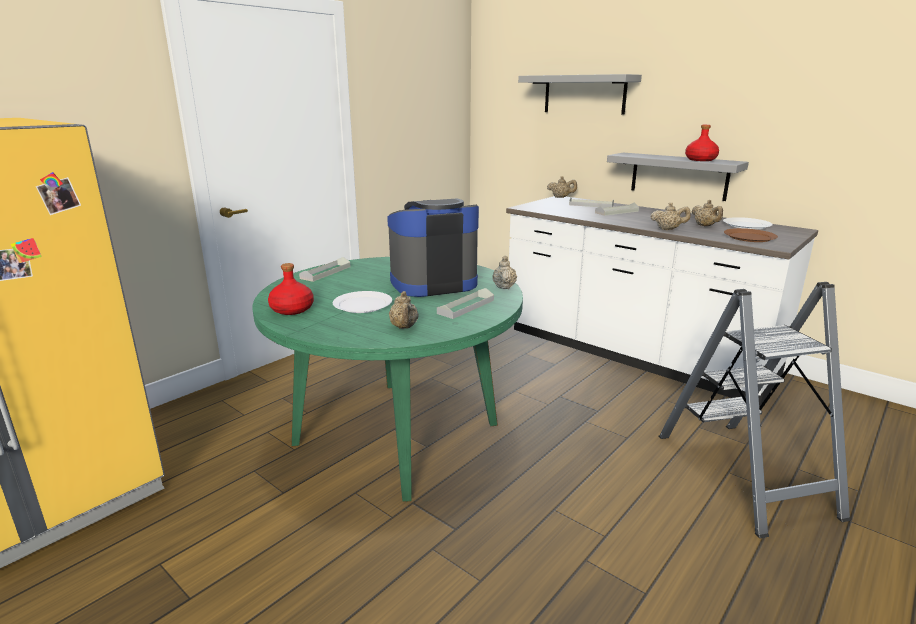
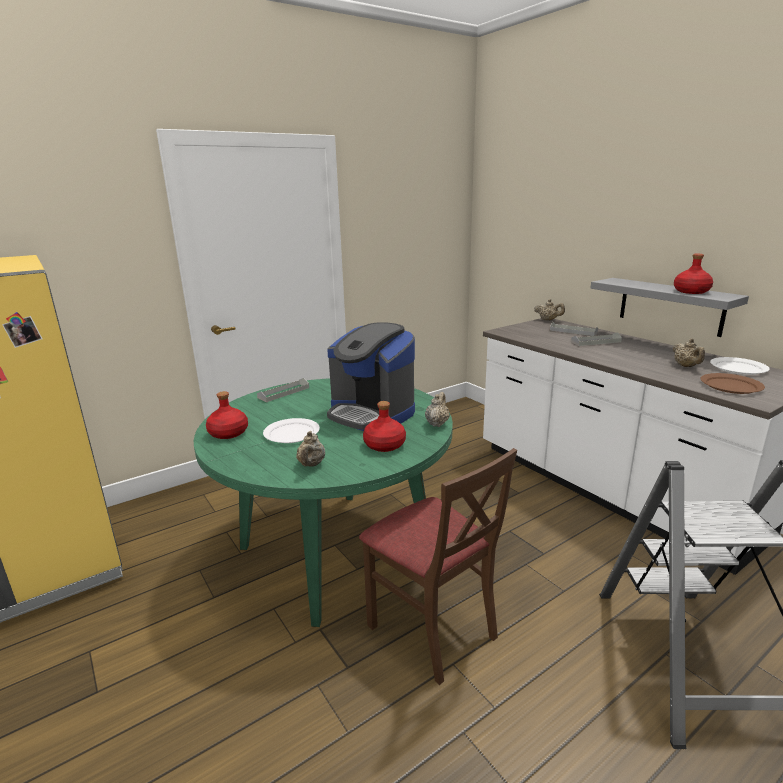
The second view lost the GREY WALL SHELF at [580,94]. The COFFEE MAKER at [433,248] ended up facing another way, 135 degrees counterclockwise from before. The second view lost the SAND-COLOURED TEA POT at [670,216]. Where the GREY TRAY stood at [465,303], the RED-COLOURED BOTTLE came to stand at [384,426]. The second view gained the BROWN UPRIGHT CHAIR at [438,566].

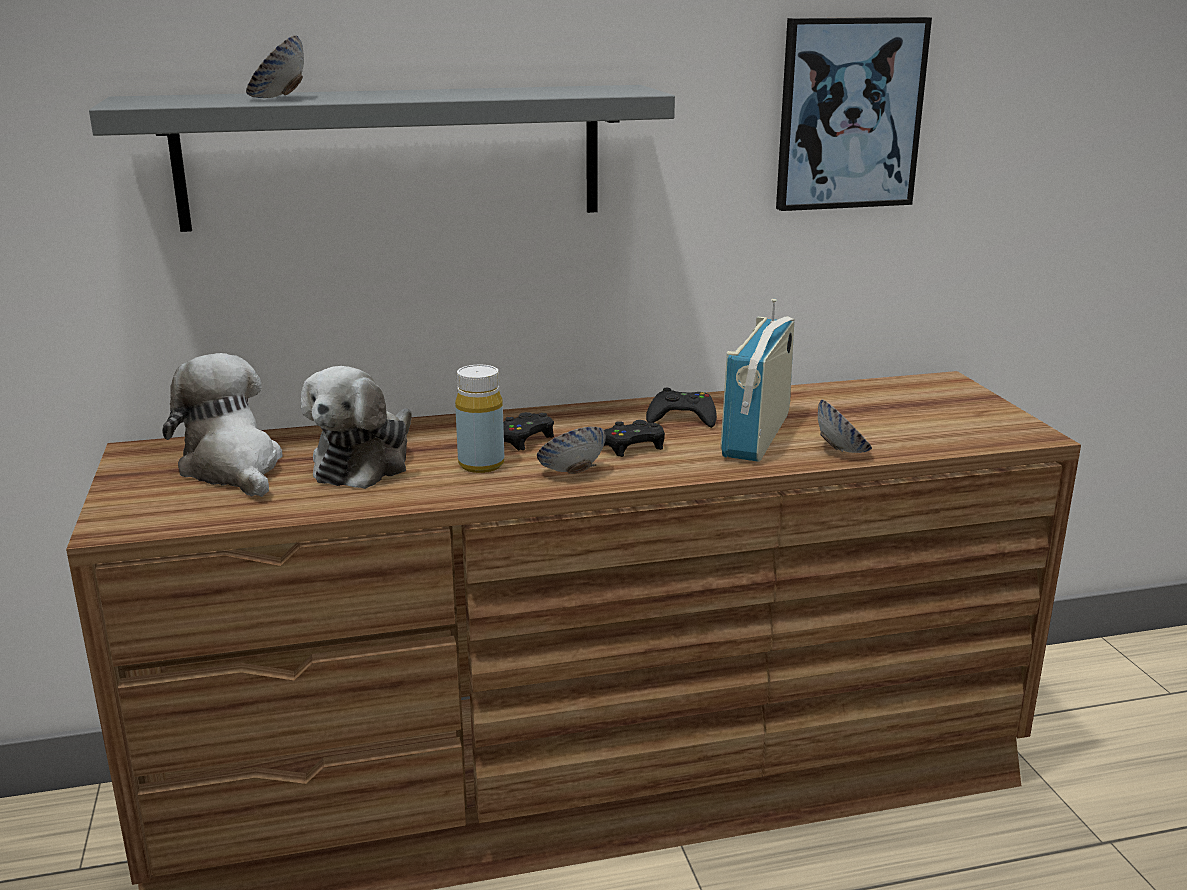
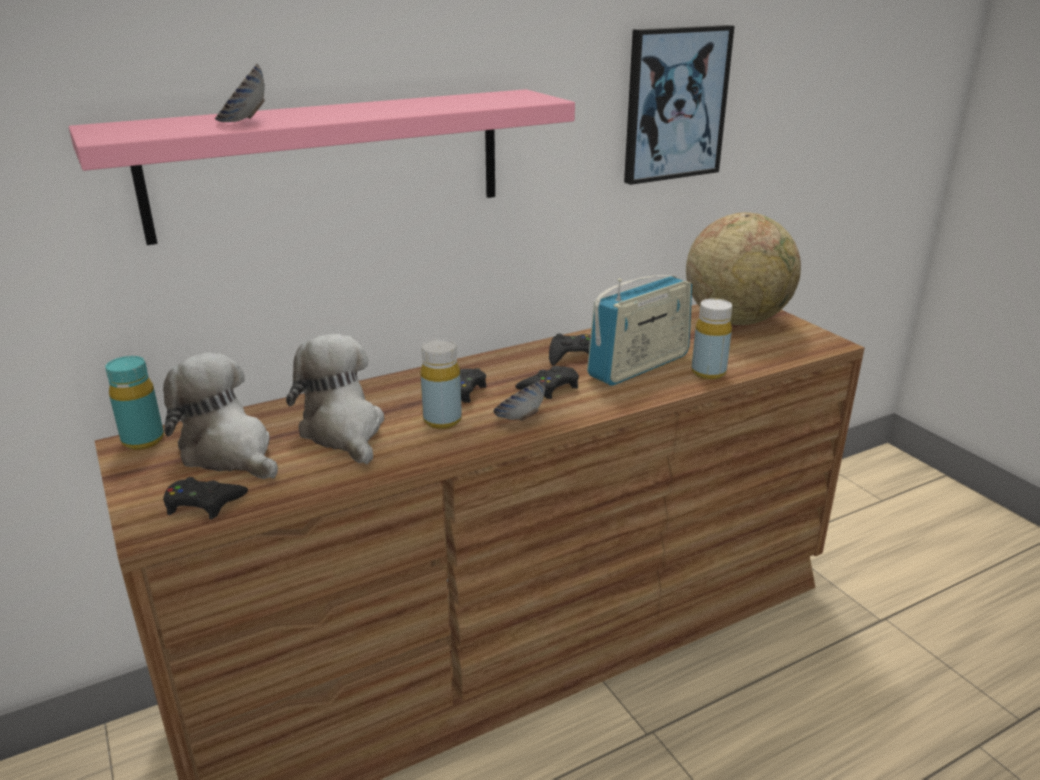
What was the GREY WALL SHELF at [382,158] turned into the PINK WALL SHELF at [322,167]. The RADIO SET at [758,380] ended up facing another way, 135 degrees counterclockwise from before. The SOFT TOY at [356,427] ended up facing another way, 150 degrees clockwise from before. Where the BOWL stood at [845,426], the YELLOWISH BOTTLE came to stand at [711,339]. The second view gained the WORLD GLOBE at [743,268]. The second view gained the BLUE-GREEN BOTTLE at [134,403]. The second view gained the BLACKISH GAME CONTROLLER at [205,498].

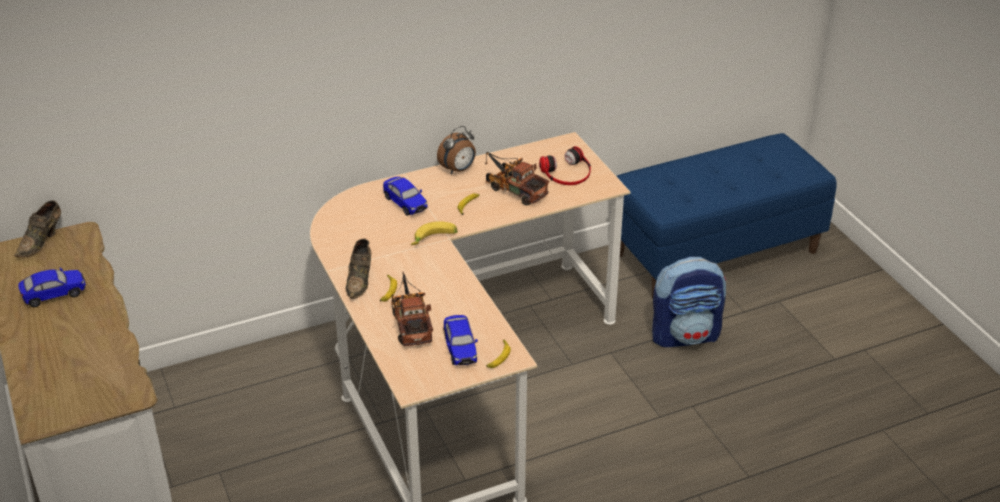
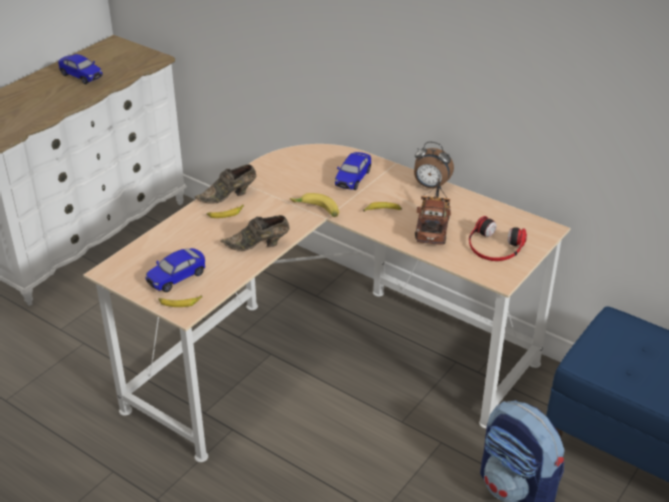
The BROWN SHOE ended up elsewhere, having gone from [37,229] to [255,233]. The second view lost the MODEL TRUCK at [412,309].

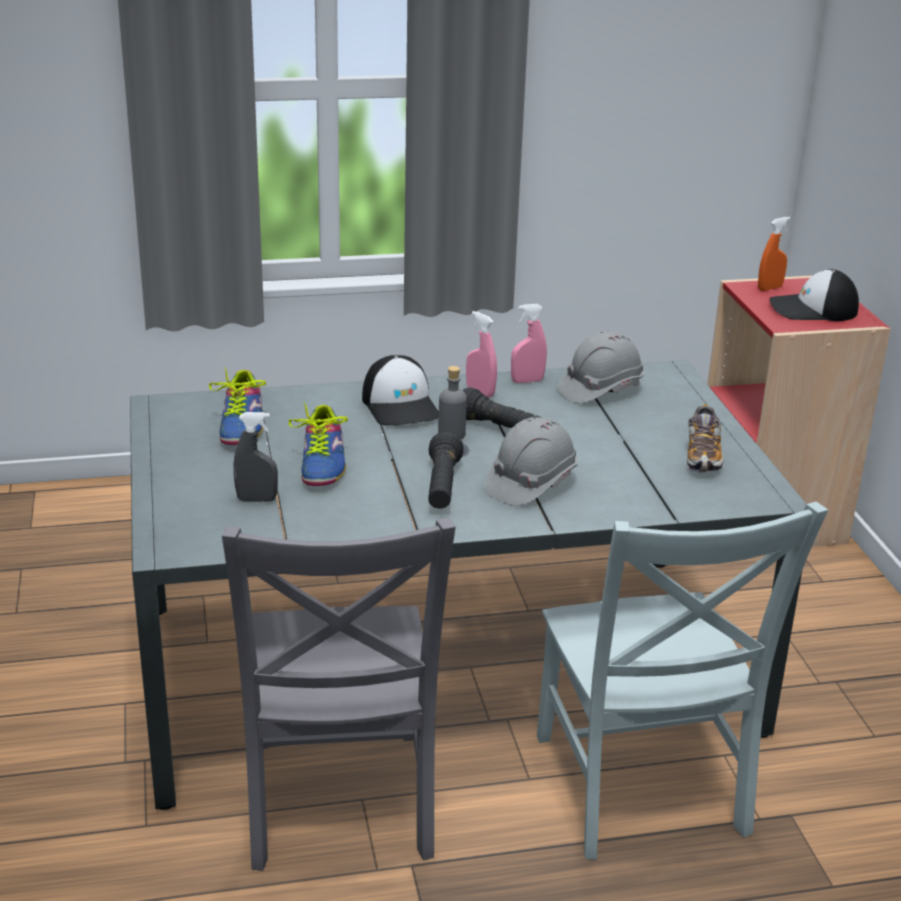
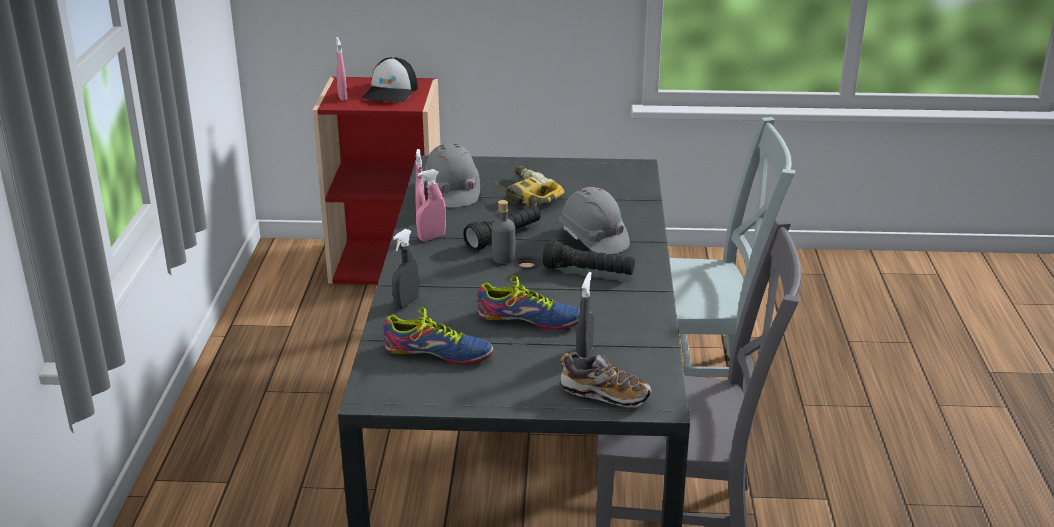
What was the ORANGEY SPRAY BOTTLE at [774,254] turned into the PINK SPRAY BOTTLE at [342,69]. The second view lost the CAP at [400,390]. The SHOE ended up elsewhere, having gone from [705,438] to [606,380]. The second view gained the ELECTRIC DRILL at [529,186]. The second view gained the GREY SPRAY BOTTLE at [405,269].

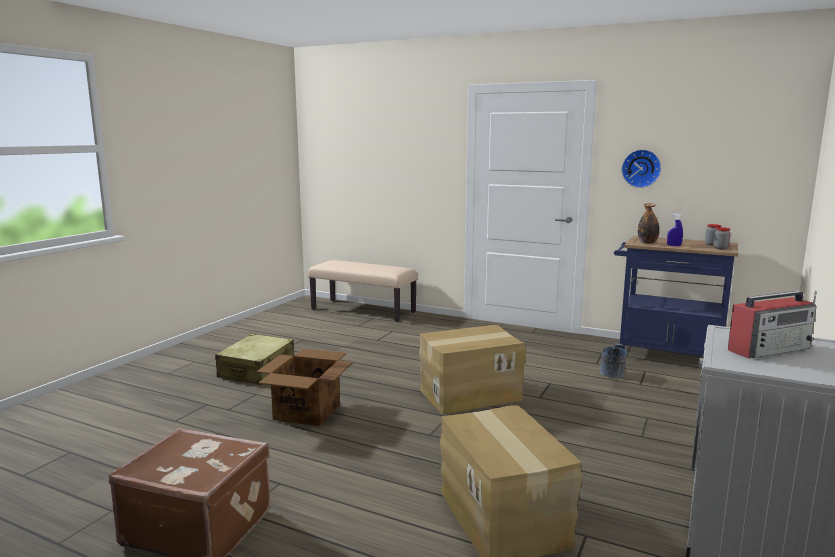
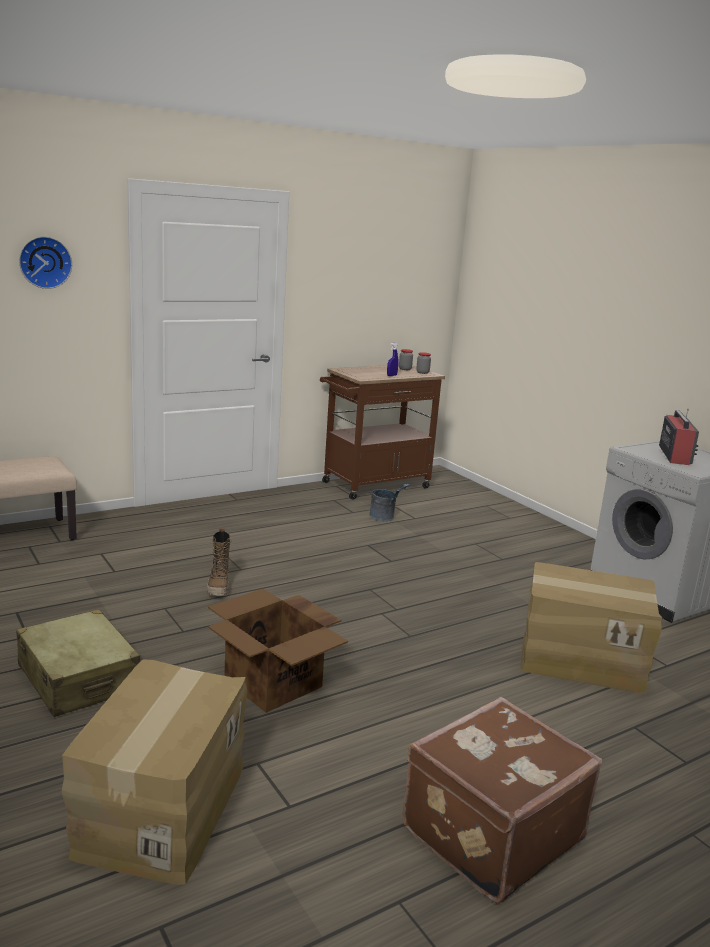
The WALL CLOCK ended up elsewhere, having gone from [641,168] to [45,262]. The second view lost the BOTTLE at [648,223]. What was the BLUE-COLOURED CART at [676,296] turned into the BROWN CART at [382,432]. The CARTON ended up elsewhere, having gone from [472,369] to [154,772]. The second view gained the HIGH-TOP BOOT at [219,562].

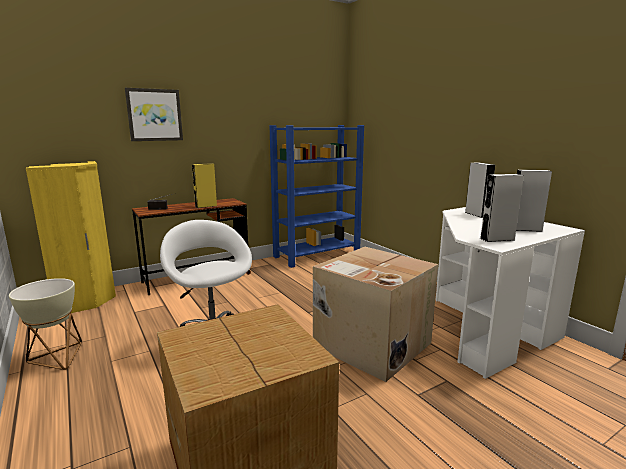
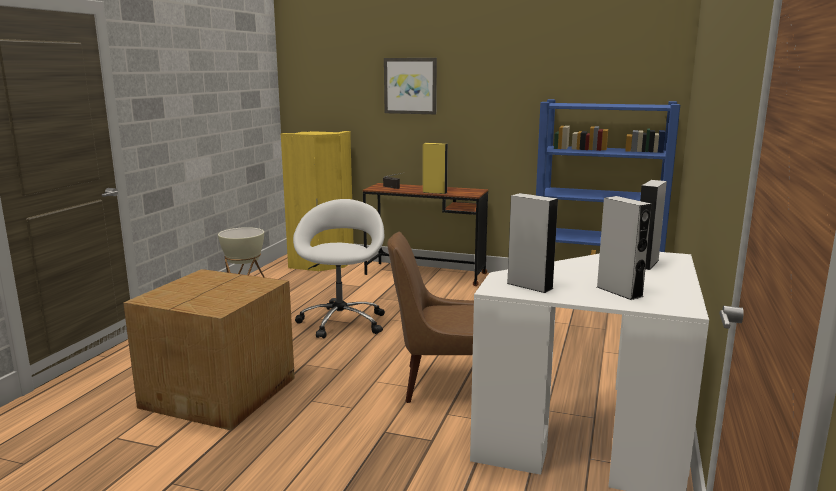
Where the CARTON stood at [375,314], the BROWN UPRIGHT CHAIR came to stand at [430,317].

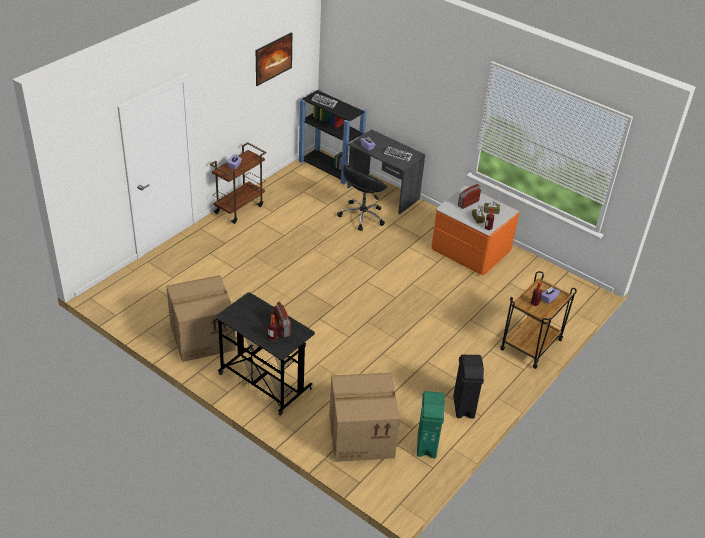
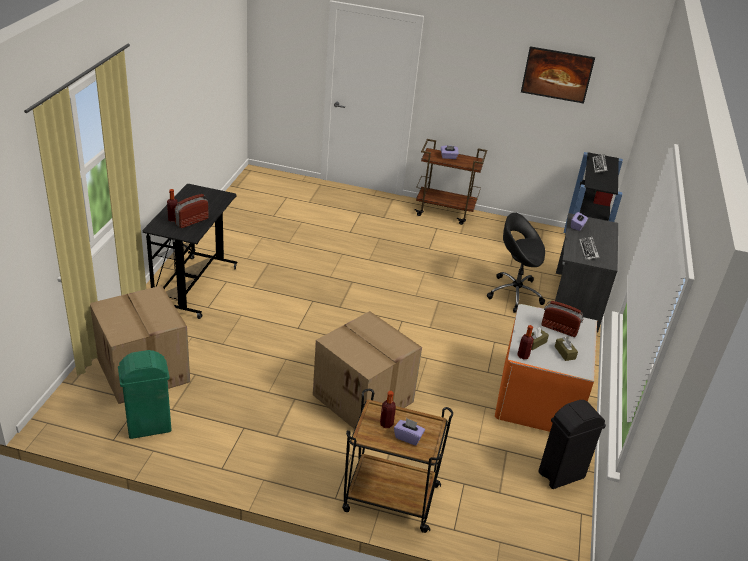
The CARTON ended up elsewhere, having gone from [201,318] to [367,370]. The BLACKISH TRASH CAN ended up elsewhere, having gone from [468,386] to [572,444].

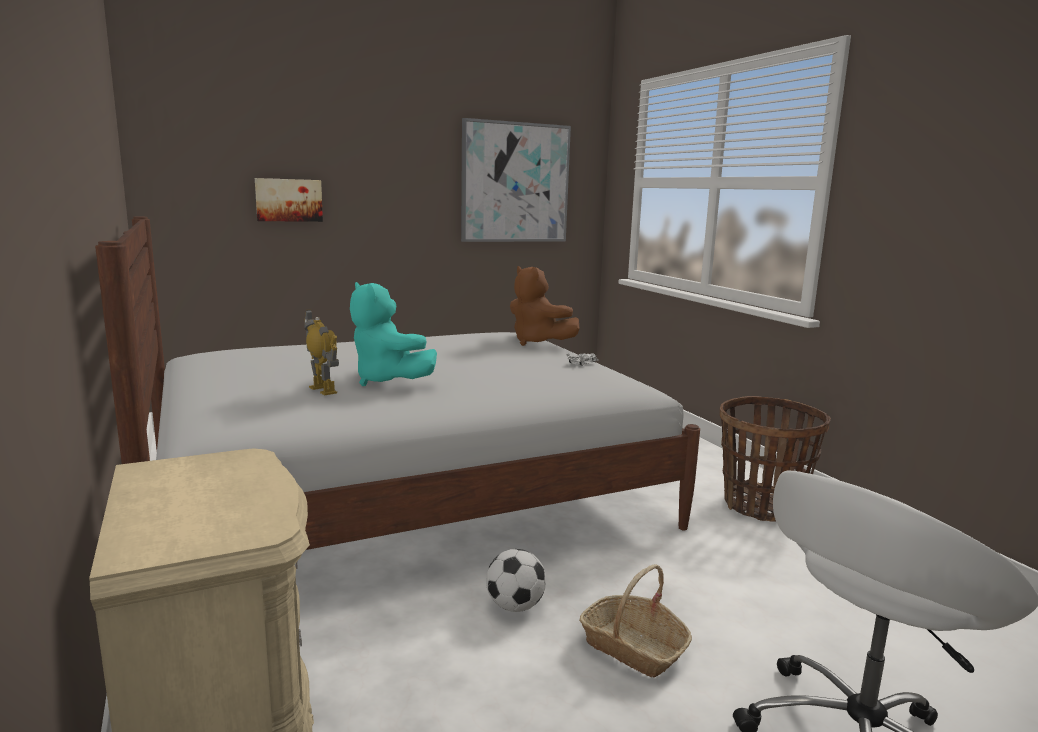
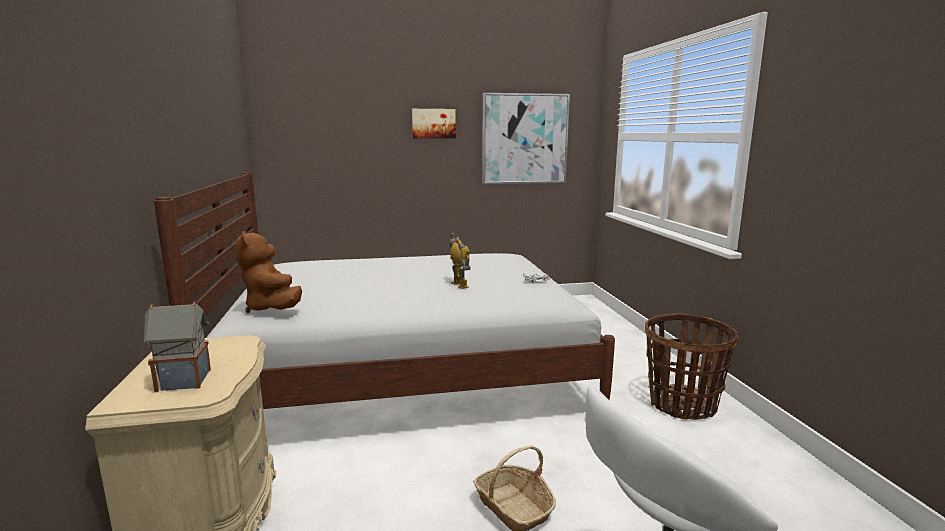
The WALL PICTURE ended up elsewhere, having gone from [289,200] to [434,123]. The BROWN SOFT TOY ended up elsewhere, having gone from [544,306] to [268,272]. The second view lost the BLUE-GREEN SOFT TOY at [393,334]. The ROBOT FIGURE ended up elsewhere, having gone from [321,352] to [459,260]. The second view lost the FOOTBALL at [516,580]. The second view gained the MODEL HOUSE at [177,347].

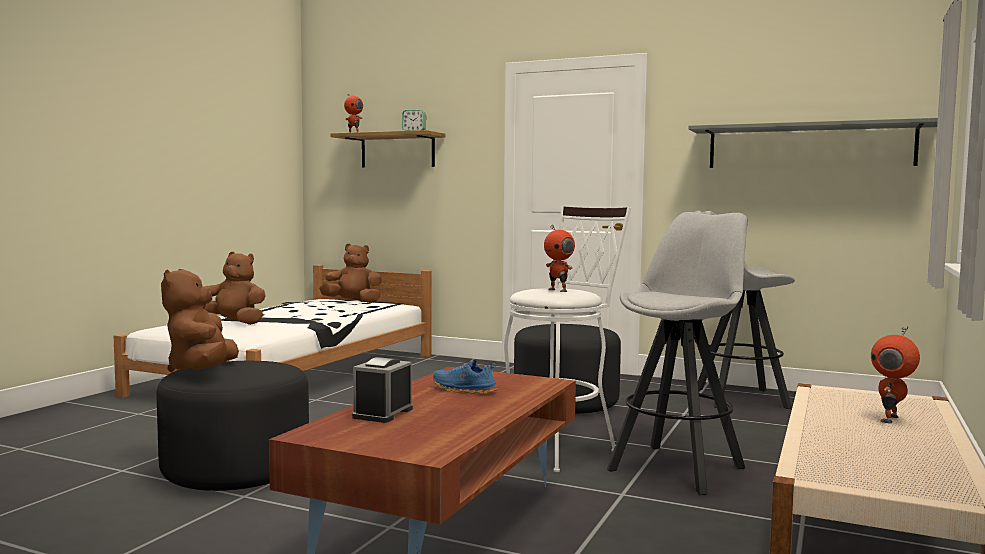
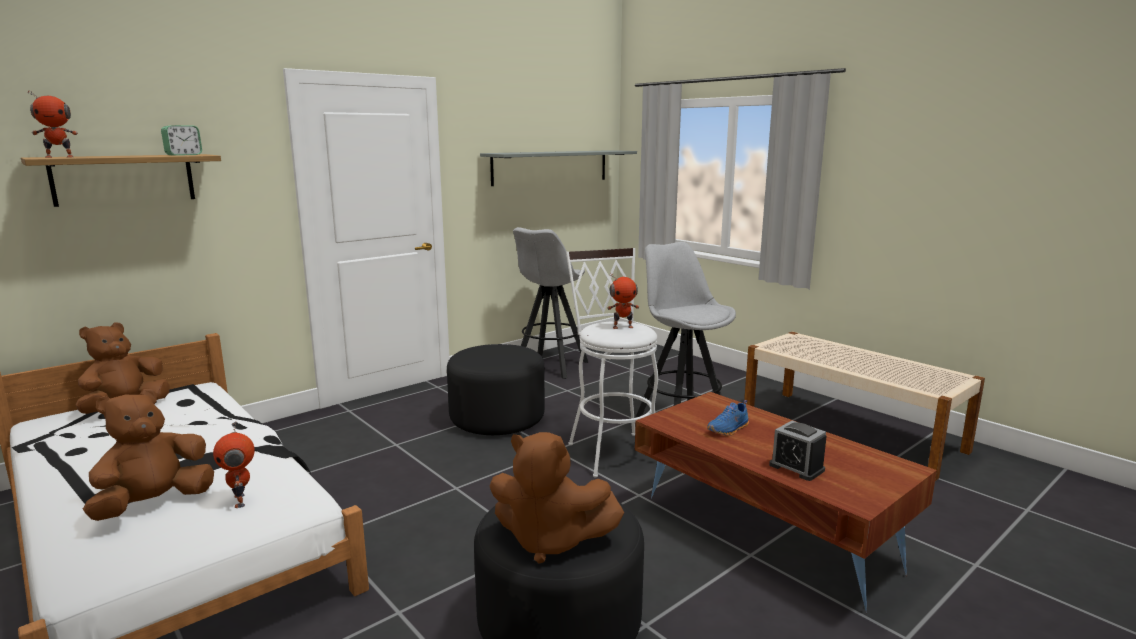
The ROBOT FIGURE ended up elsewhere, having gone from [895,374] to [234,465].

